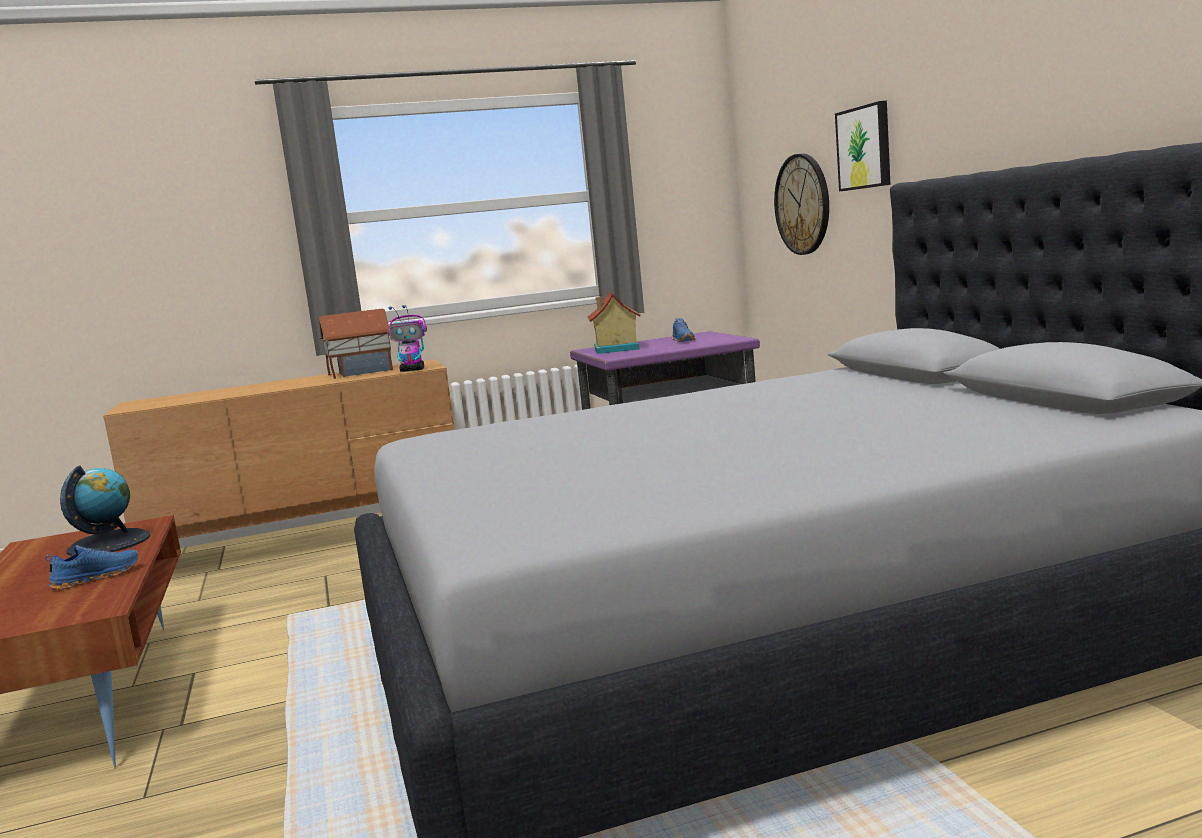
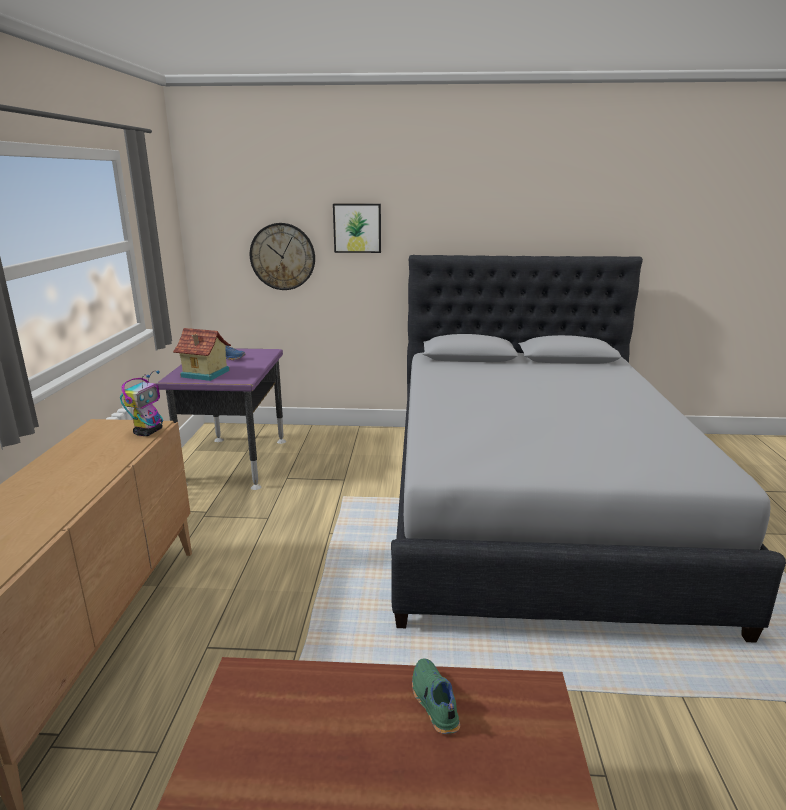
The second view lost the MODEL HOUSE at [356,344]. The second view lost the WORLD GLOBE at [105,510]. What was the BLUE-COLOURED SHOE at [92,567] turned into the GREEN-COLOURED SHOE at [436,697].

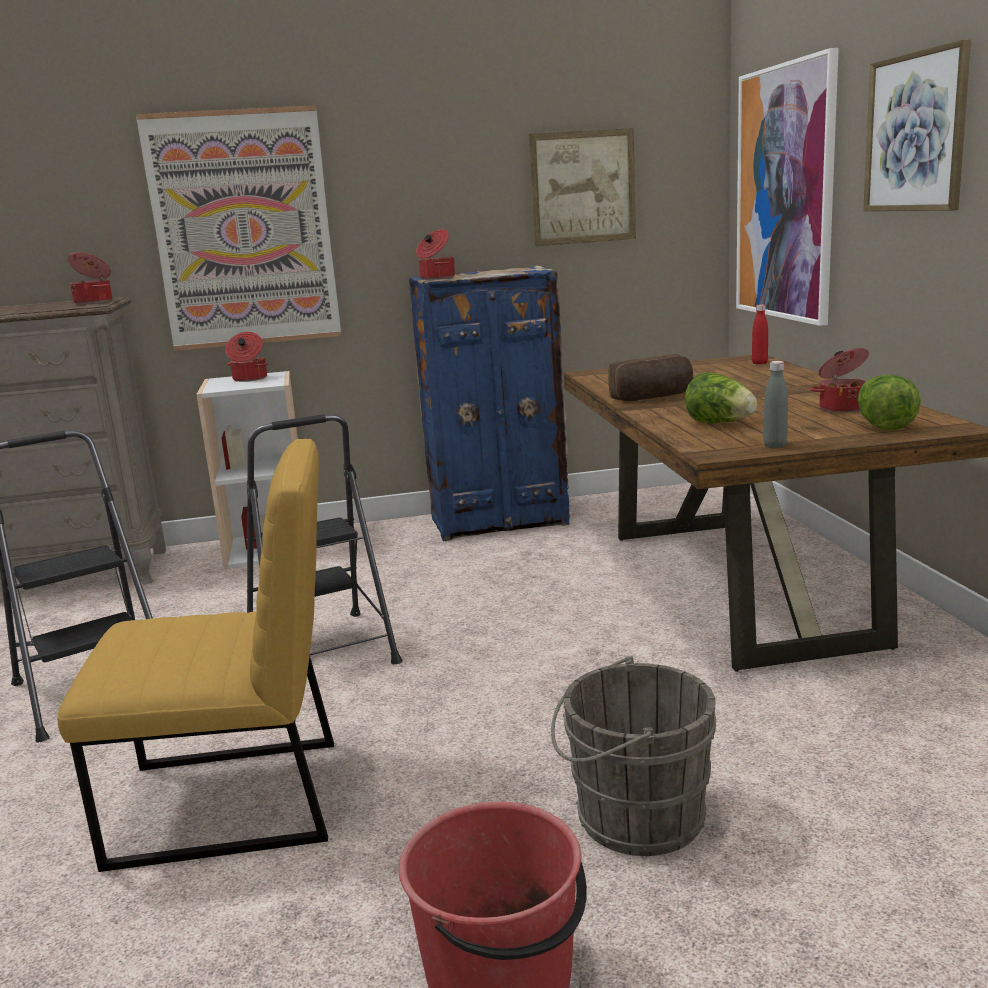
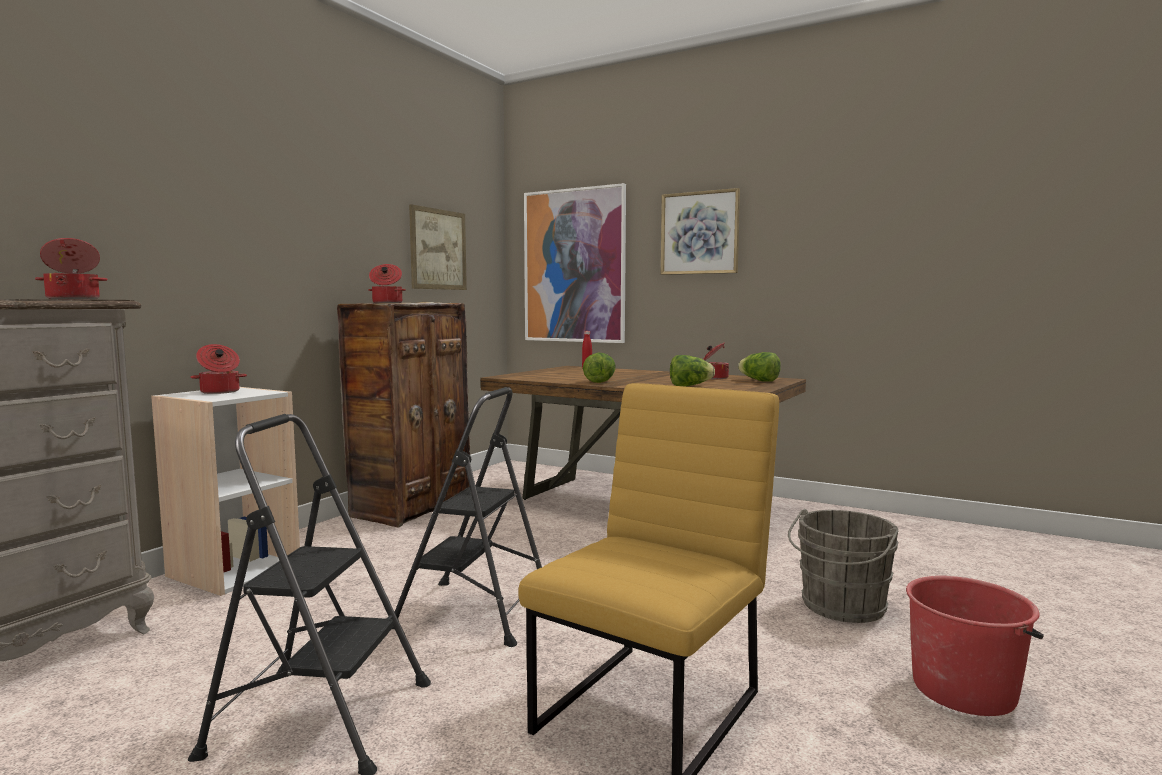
The second view lost the WALL PICTURE at [238,228]. What was the BLUE-COLOURED STORAGE CABINET at [489,403] turned into the BROWN STORAGE CABINET at [403,414]. Where the BAKED BREAD stood at [650,377], the HEAD OF LETTUCE came to stand at [599,368]. The second view lost the GREY BOTTLE at [775,404].

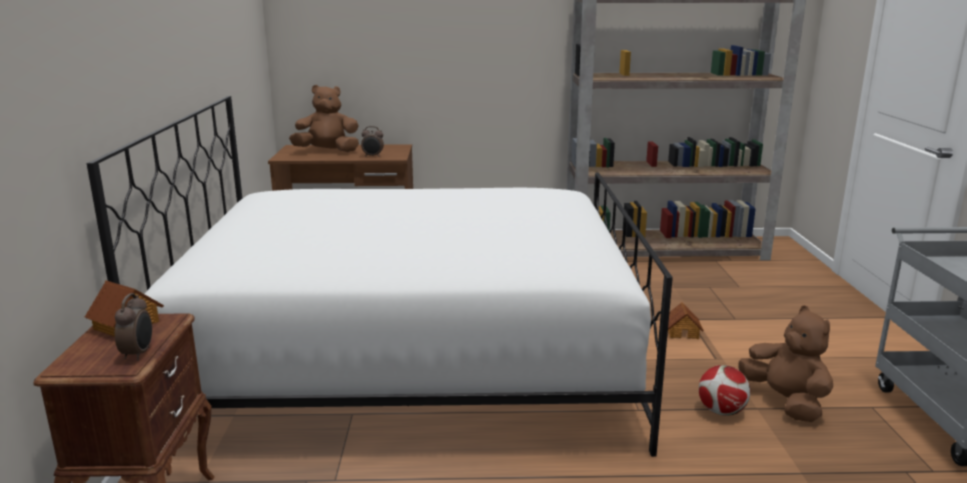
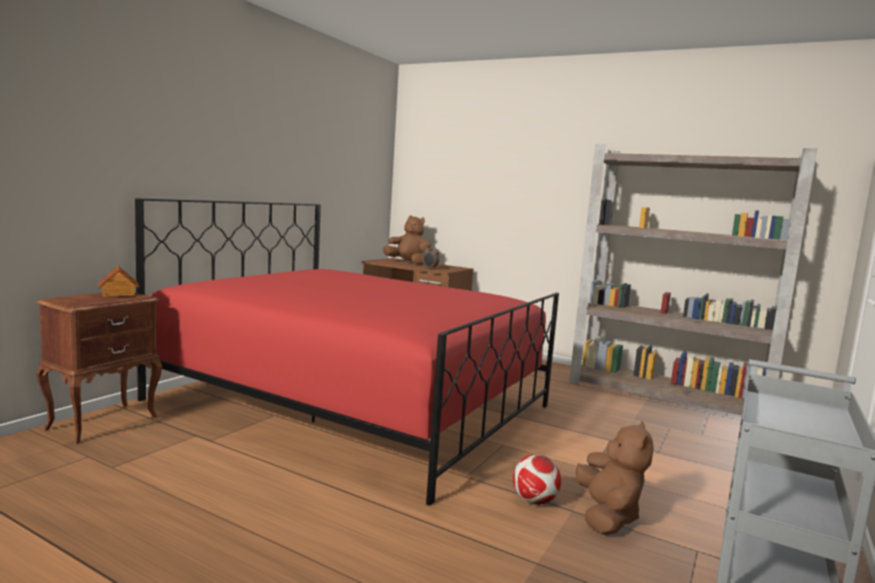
What was the WHITE-COLOURED BEDROOM BED at [380,276] turned into the RED-COLOURED BEDROOM BED at [347,352]. The second view lost the TABLE CLOCK at [133,327]. The second view lost the MODEL HOUSE at [686,320].

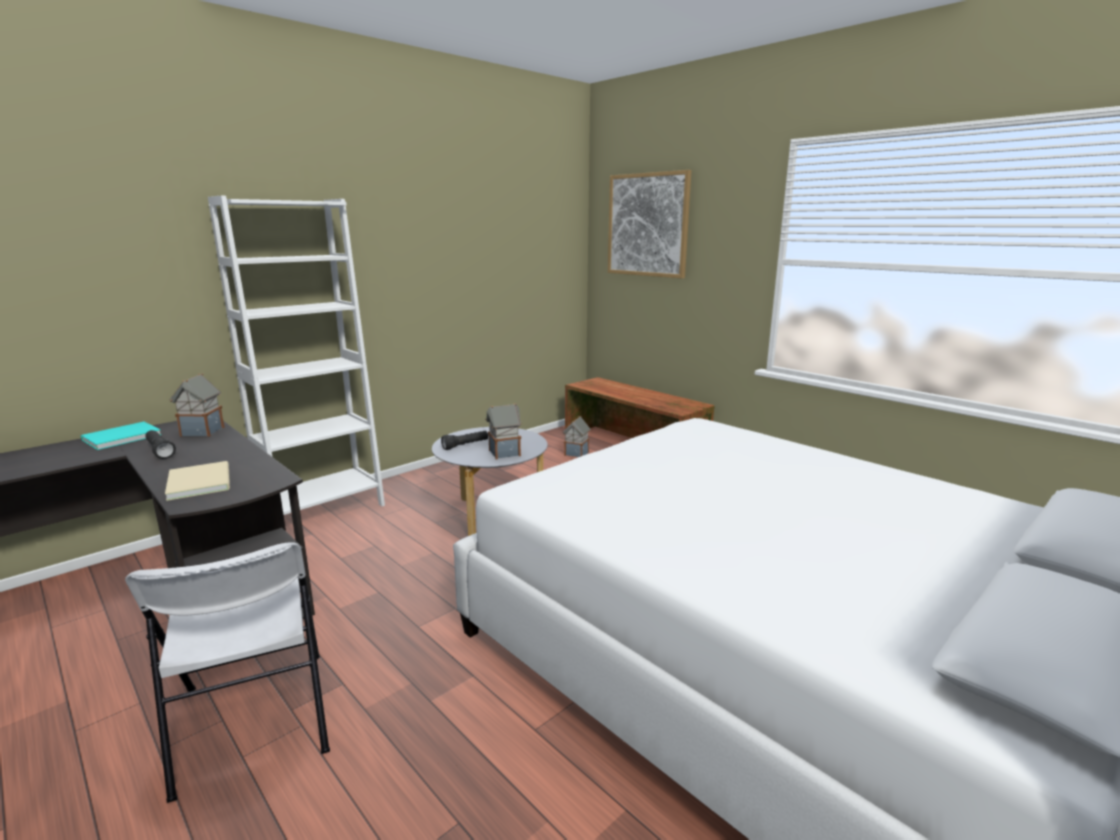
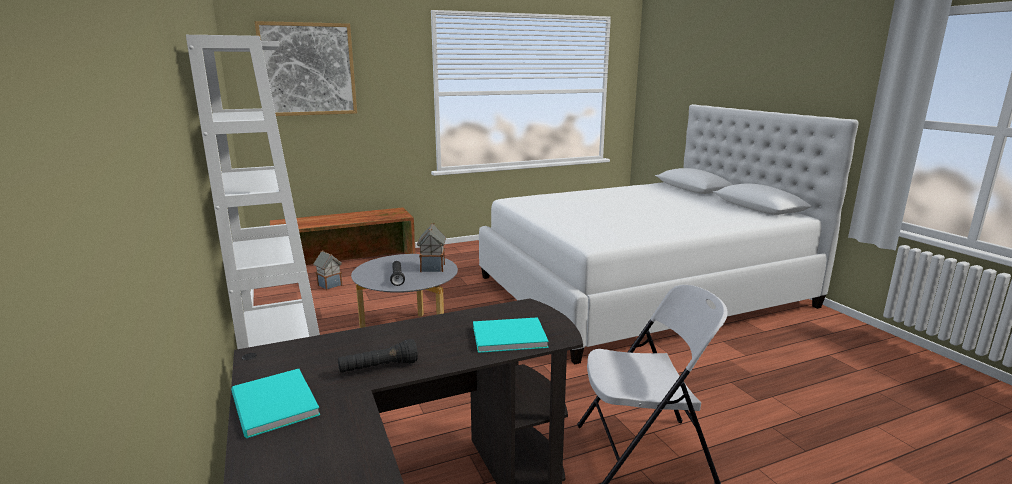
The second view lost the MODEL HOUSE at [197,405]. What was the SAND-COLOURED BOUND BOOK at [197,481] turned into the BLUE-GREEN BOUND BOOK at [511,335].

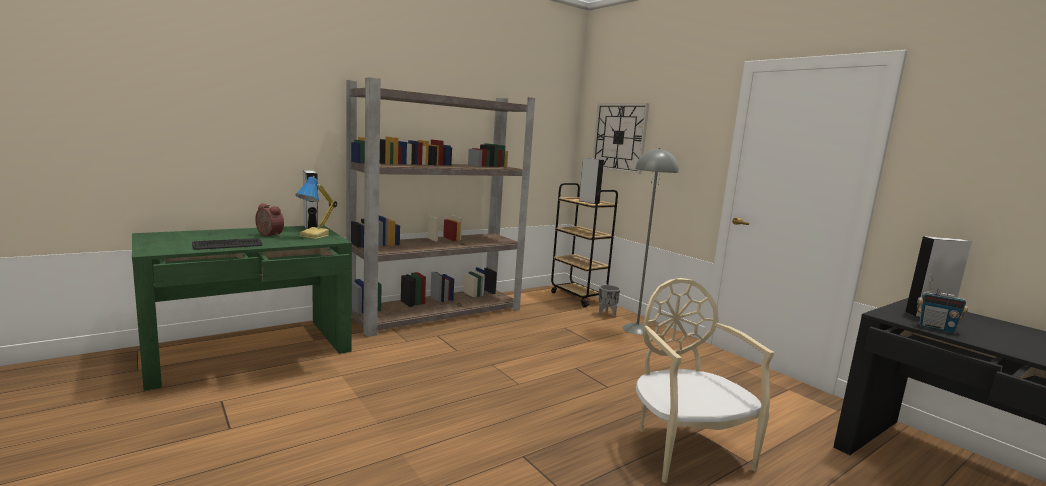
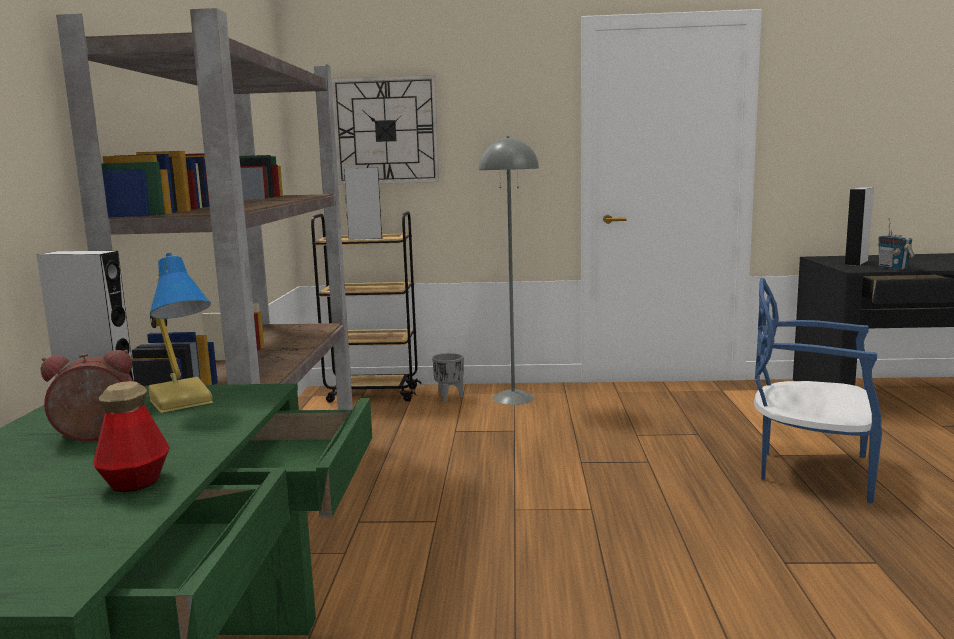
Where the PC KEYBOARD stood at [227,244], the BOTTLE came to stand at [131,436]. The RADIO SET at [942,303] ended up facing another way, 90 degrees clockwise from before. What was the SAND-COLOURED UPRIGHT CHAIR at [705,380] turned into the BLUE-COLOURED UPRIGHT CHAIR at [818,391].

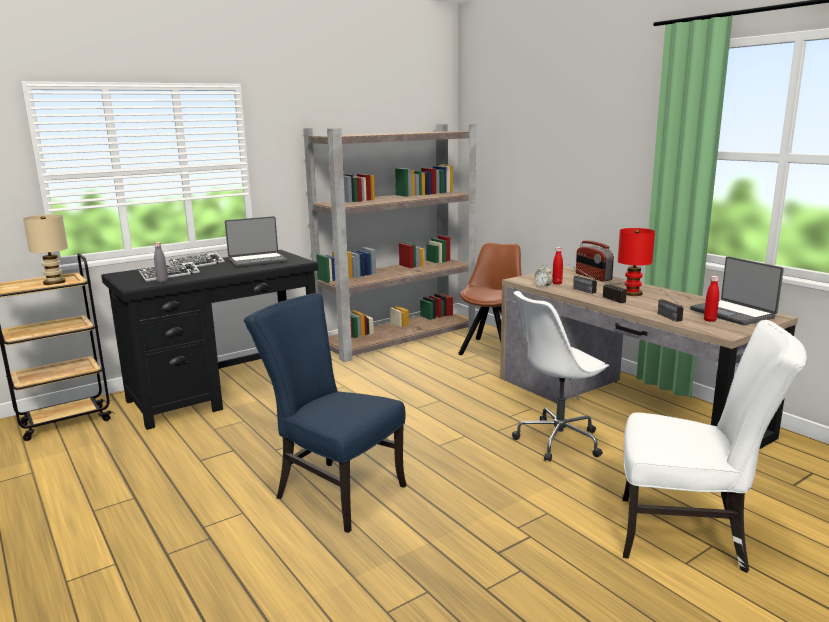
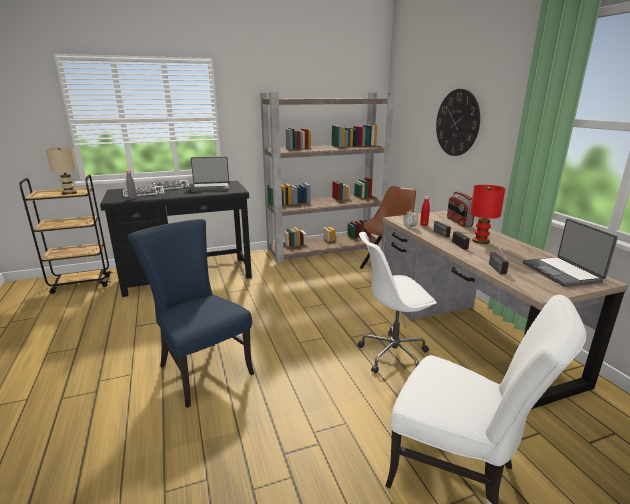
The second view lost the RED-COLOURED BOTTLE at [711,299]. The second view gained the WALL CLOCK at [458,122].

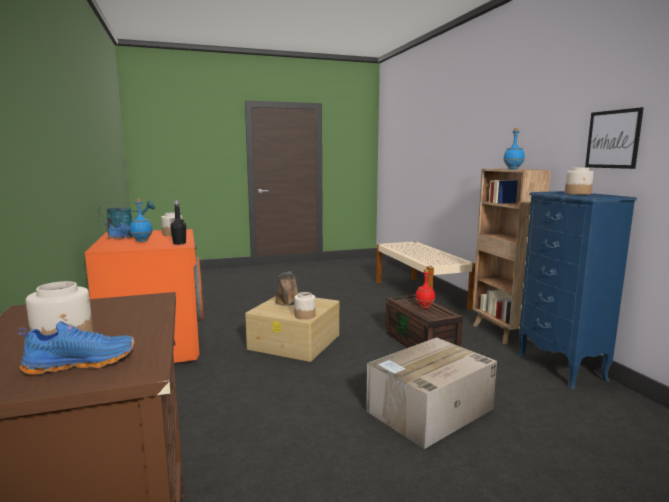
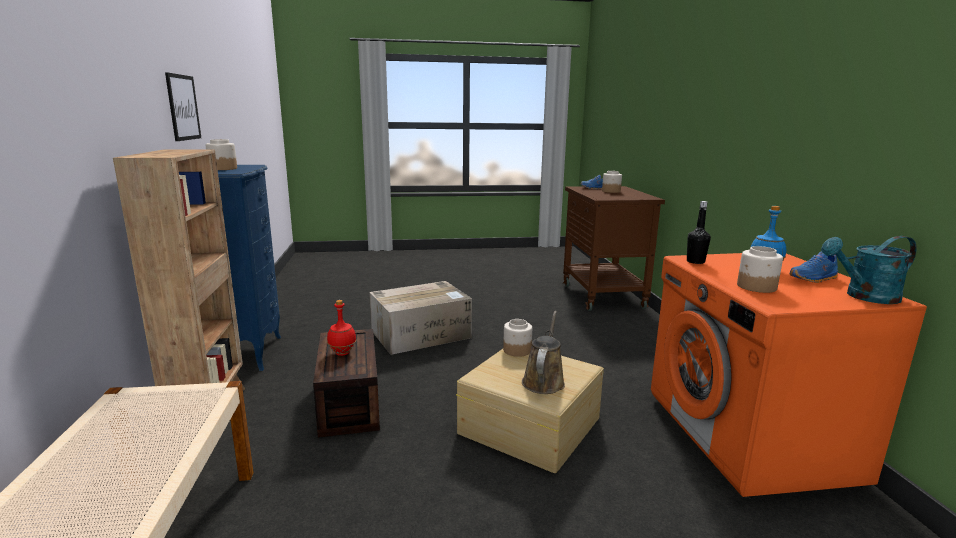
The second view lost the BLUE-COLOURED BOTTLE at [514,148].

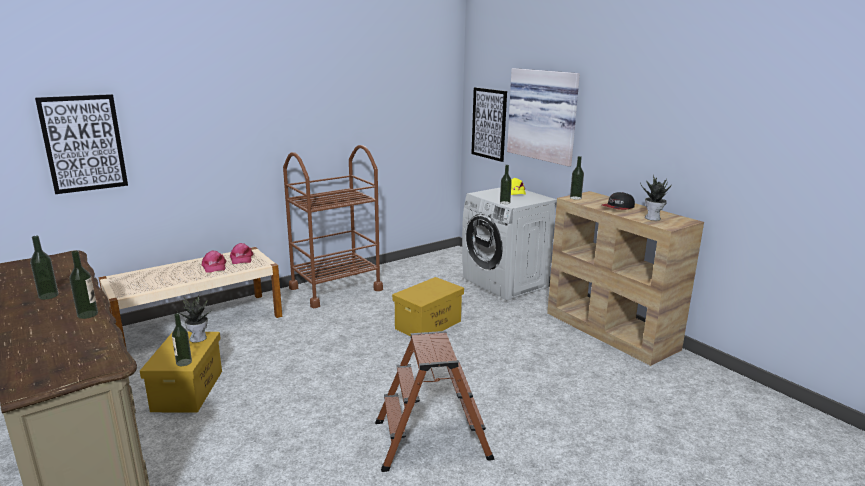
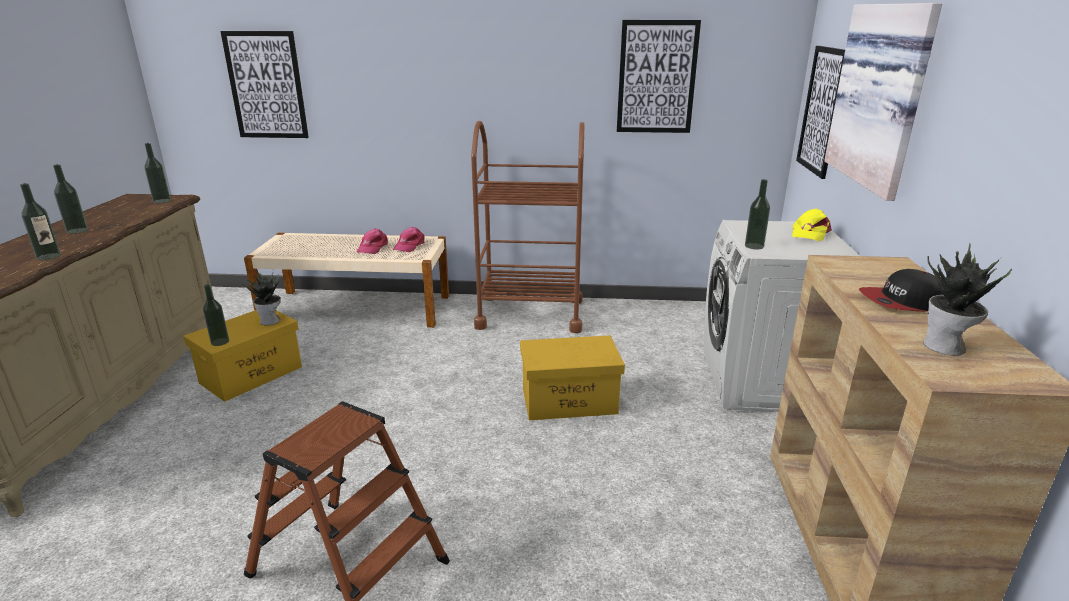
The BOTTLE ended up elsewhere, having gone from [577,178] to [157,173]. The second view gained the WALL PICTURE at [659,76].

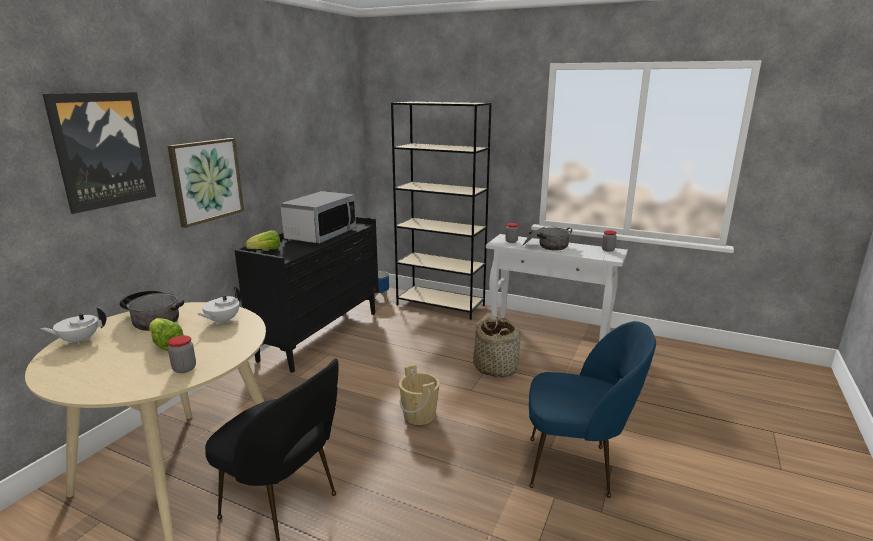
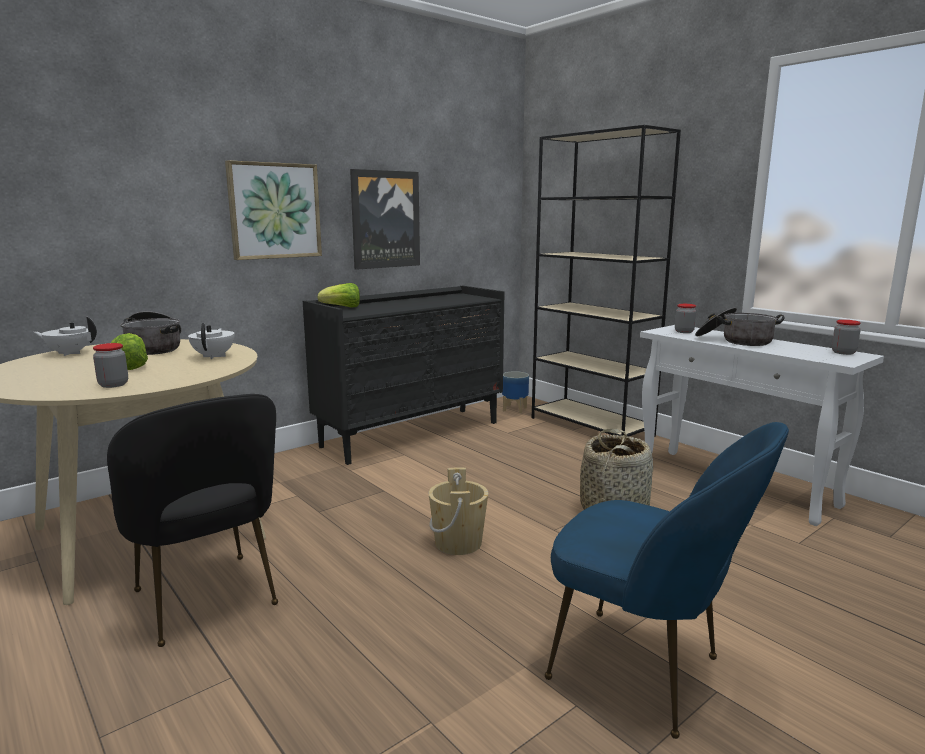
The WALL PICTURE ended up elsewhere, having gone from [99,153] to [385,219]. The second view lost the MICROWAVE at [318,217]. The WHITE-COLOURED TEA POT at [219,306] ended up facing another way, 120 degrees clockwise from before.

